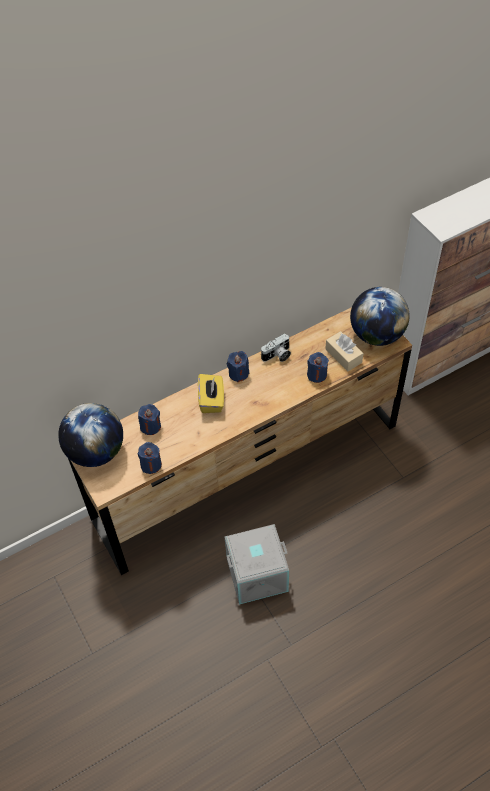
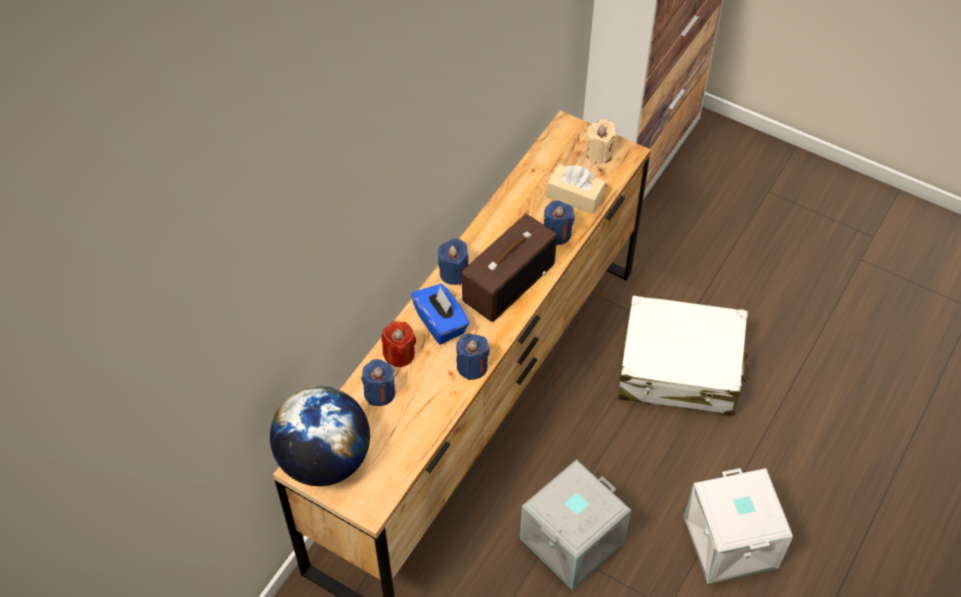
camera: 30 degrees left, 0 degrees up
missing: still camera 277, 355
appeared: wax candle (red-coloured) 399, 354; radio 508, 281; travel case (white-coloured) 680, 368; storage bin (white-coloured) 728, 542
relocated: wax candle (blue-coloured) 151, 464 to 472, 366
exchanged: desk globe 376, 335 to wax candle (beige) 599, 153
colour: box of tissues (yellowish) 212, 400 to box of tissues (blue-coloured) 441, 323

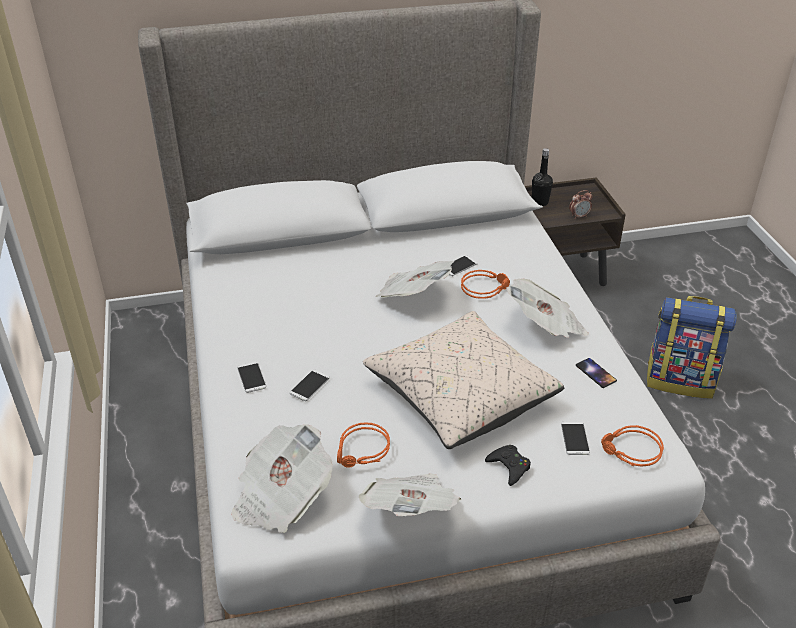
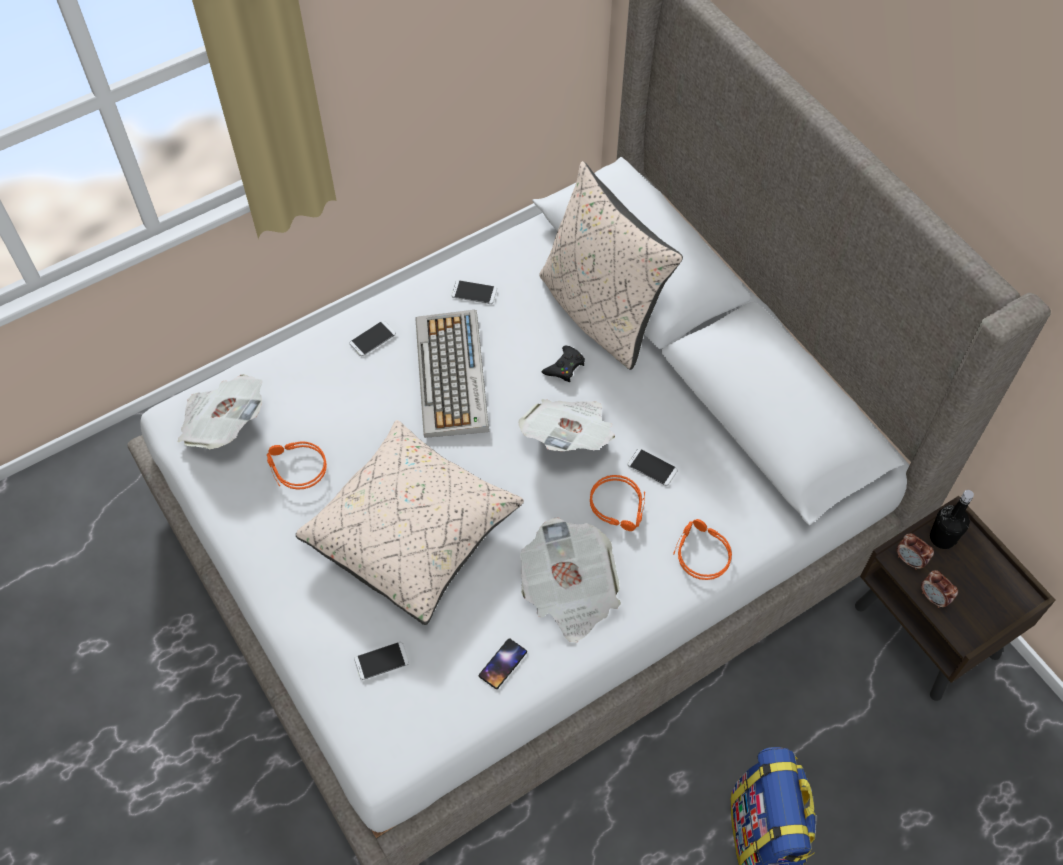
camera: 70 degrees right, 20 degrees up
missing: newspaper 411, 511
appeared: PC keyboard 452, 376; pillow (beige) 600, 312; table clock 909, 560
relocated: handset 310, 386 to 474, 292; joypad (black) 509, 467 to 564, 367; pair of headphones (orange-coloured) 631, 451 to 700, 552

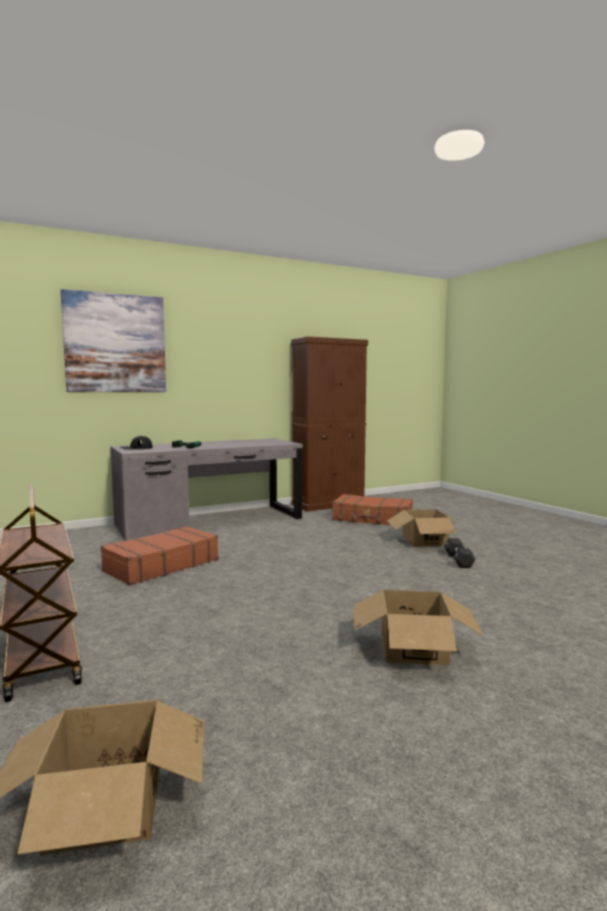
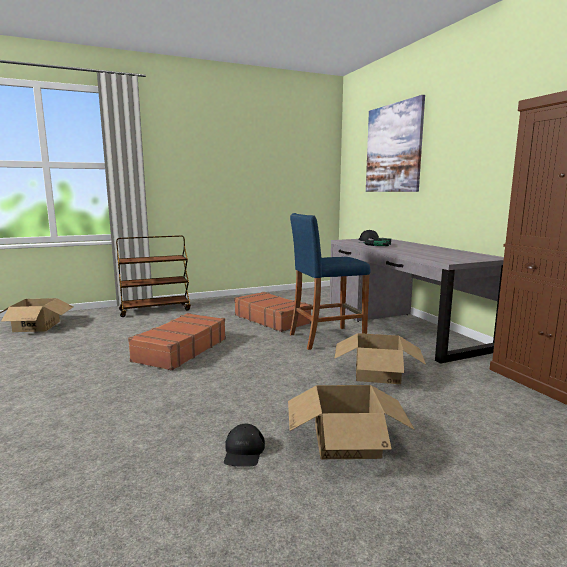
camera: 95 degrees right, 5 degrees up
appeared: stool (blue-coloured) 327, 338
relocated: travel case (brownish) 372, 519 to 180, 350; carton 413, 648 to 377, 373
exchanged: dumbbell (black) 458, 560 to peaked cap (black) 243, 452

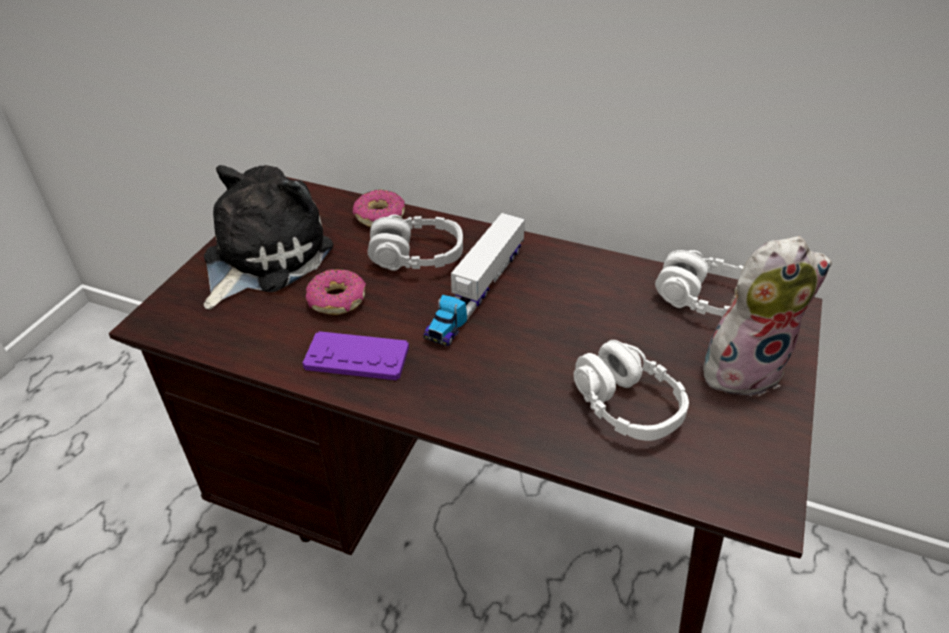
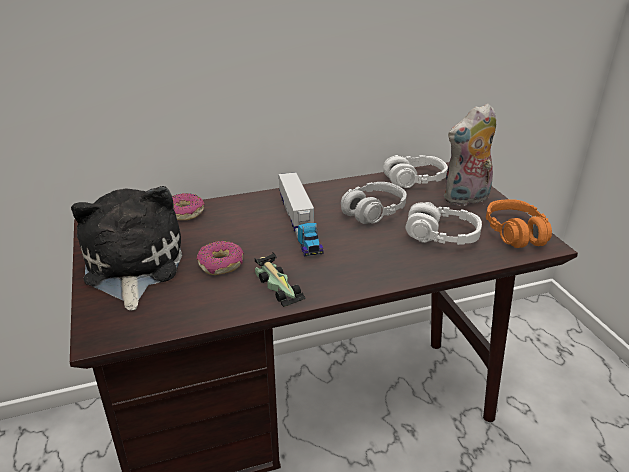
camera: 40 degrees left, 10 degrees down
appeared: pair of headphones (orange-coloured) 515, 233
relocated: pair of headphones (gray) 416, 256 to 373, 212
exchanged: joypad (purple-coloured) 357, 357 to toy car 277, 284
spun: soft toy 742, 368 = 466, 199 150 degrees counterclockwise

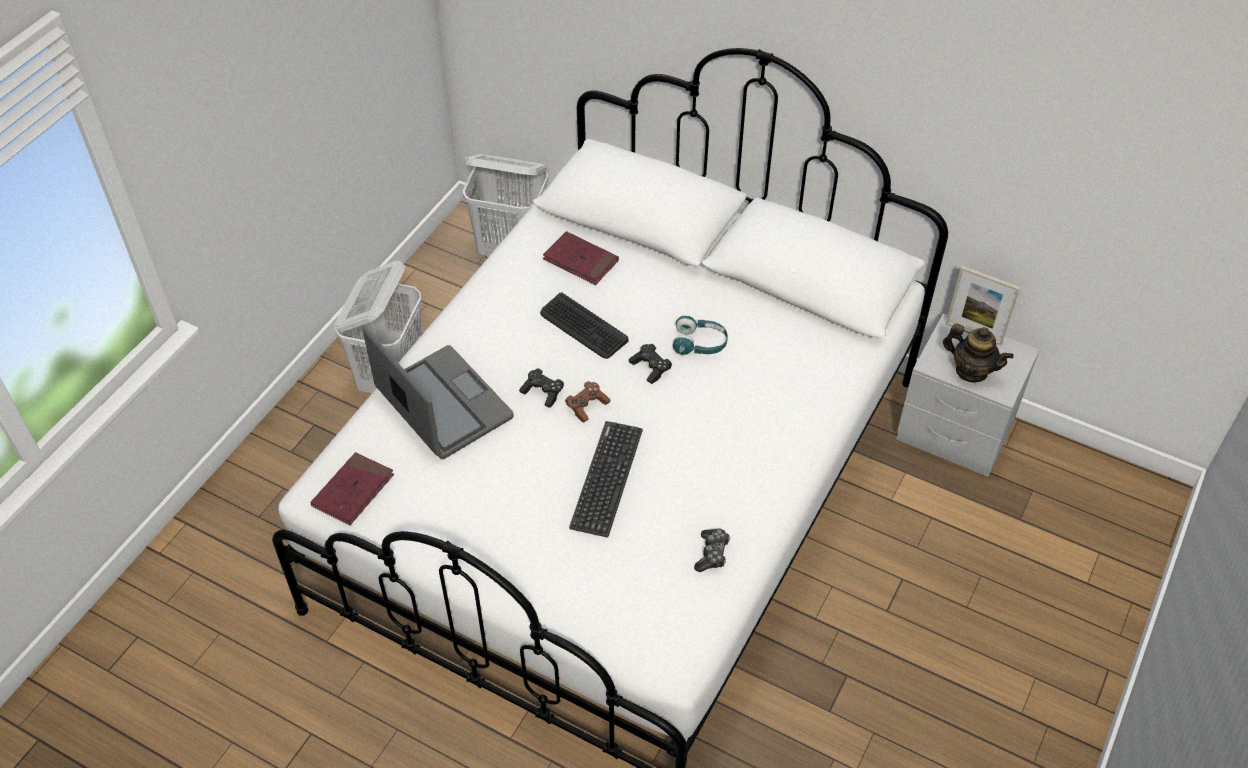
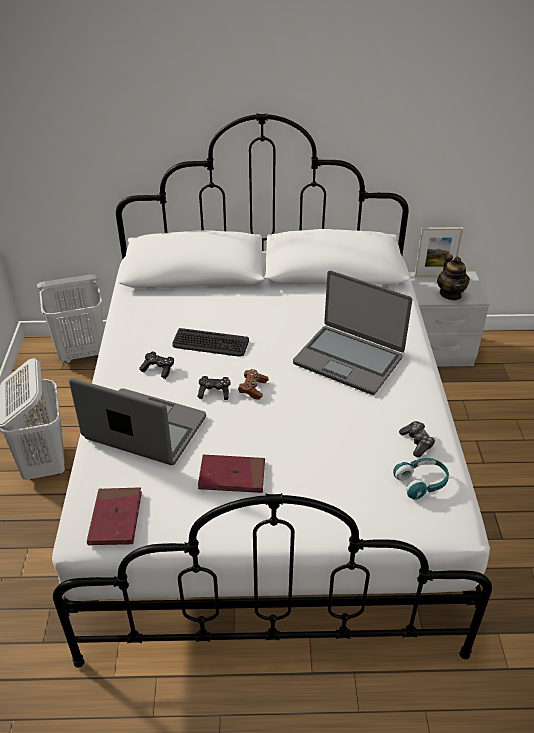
camera: 30 degrees left, 10 degrees down
missing: PC keyboard 606, 478
appeared: portable computer 348, 359
relocated: joypad (black) 650, 368 to 158, 369; volume (red-coloured) 580, 261 to 232, 476; pair of headphones (blue-green) 700, 344 to 421, 483
spun: pot for tea 971, 371 = 450, 294 75 degrees clockwise

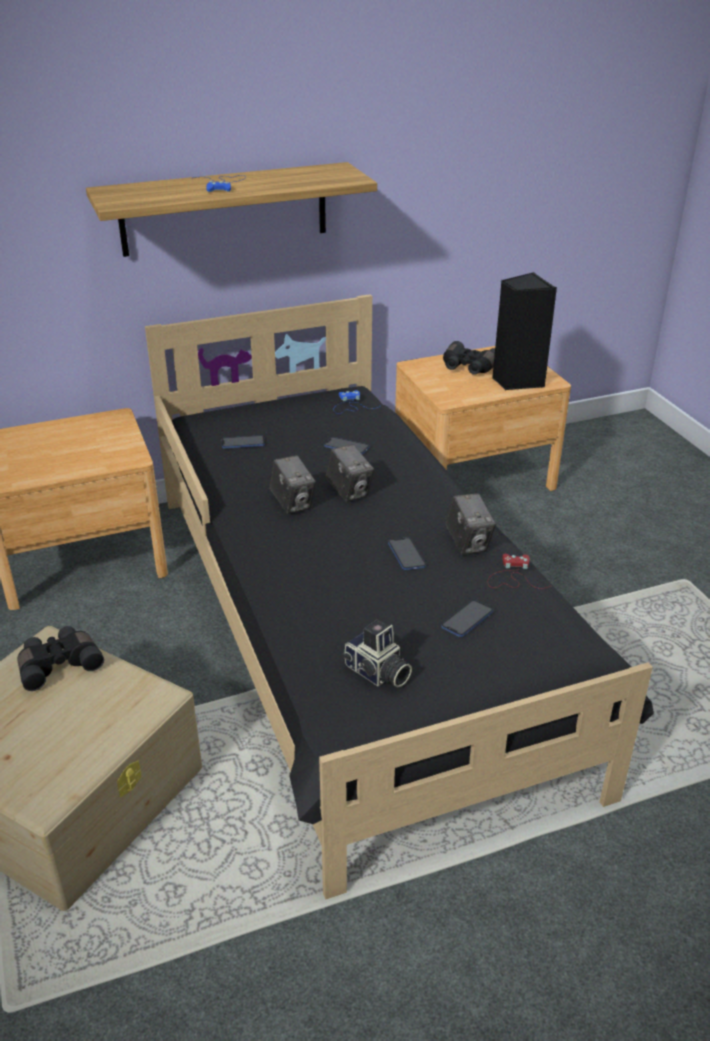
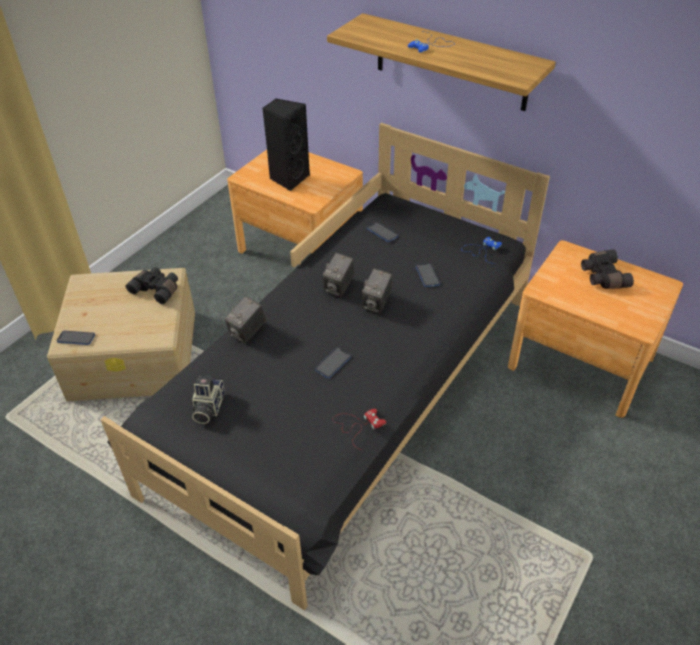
camera: 55 degrees right, 10 degrees up
relocated: handset 467, 619 to 76, 338; still camera 468, 543 to 247, 332; speaker (black) 516, 381 to 288, 178

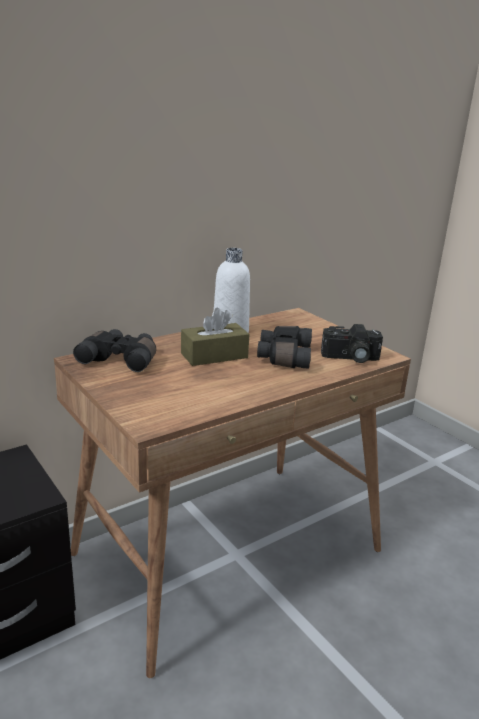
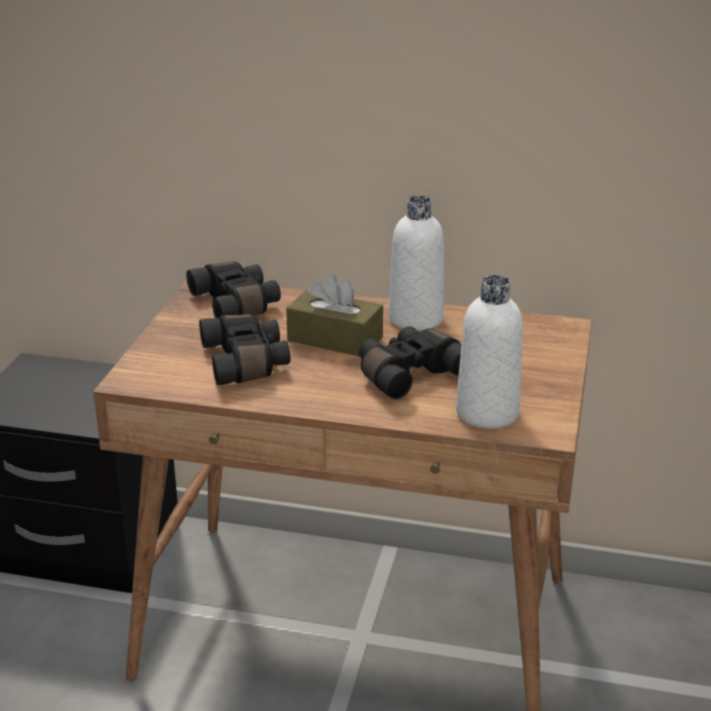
camera: 50 degrees right, 5 degrees up
appeared: pair of binoculars (black) 247, 362
exchanged: still camera 350, 358 to bottle (white-coloured) 487, 413

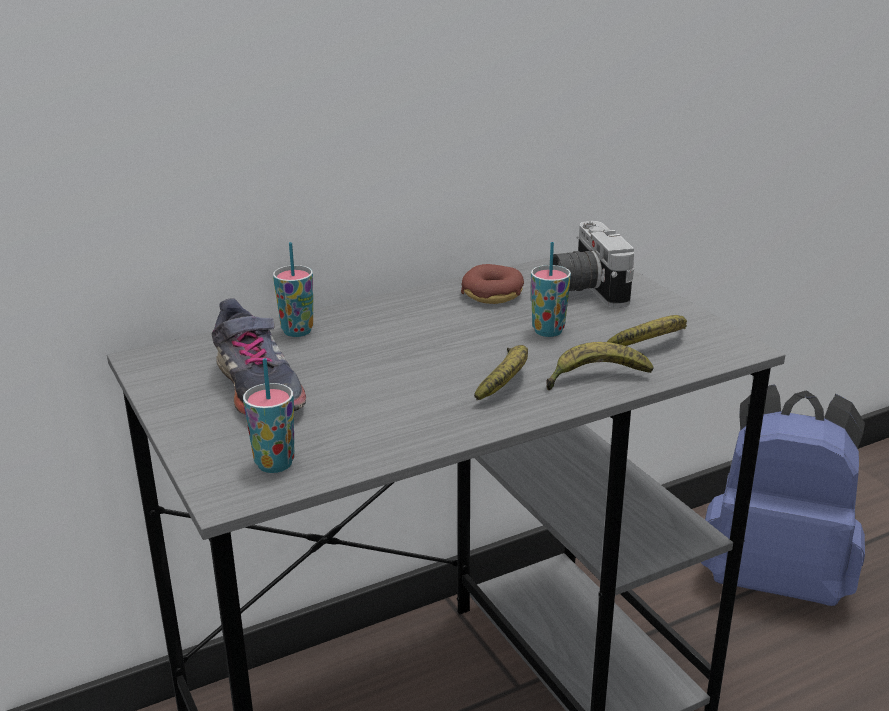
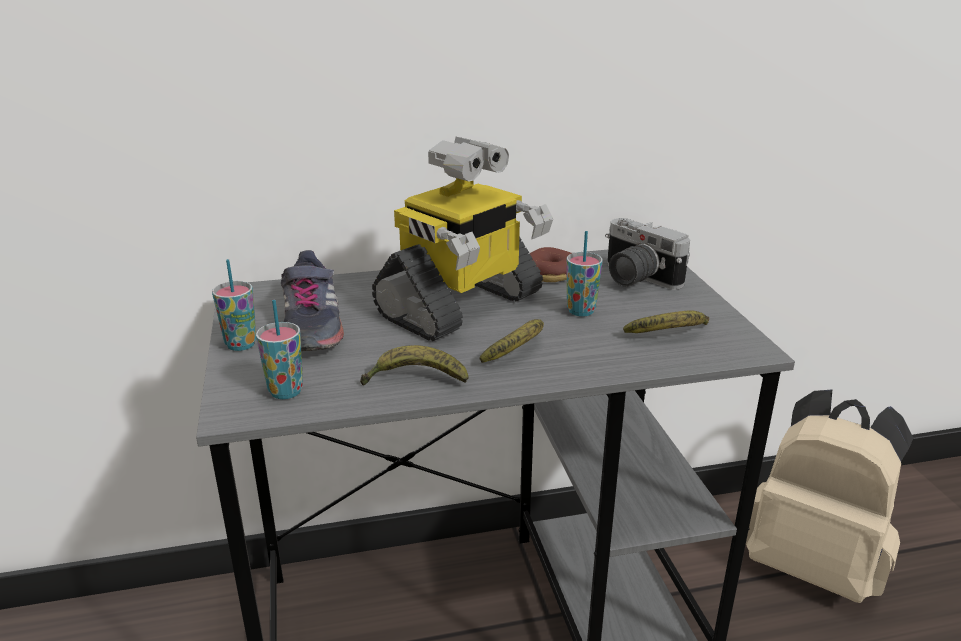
camera: 15 degrees right, 0 degrees up
appeared: robot figure 461, 306
relocated: cup 297, 331 to 241, 344; banana fruit 595, 378 to 415, 380
colour: backpack (blue-coloured) 774, 577 to backpack (beige) 812, 565
spun: still camera 584, 289 = 634, 279 45 degrees counterclockwise

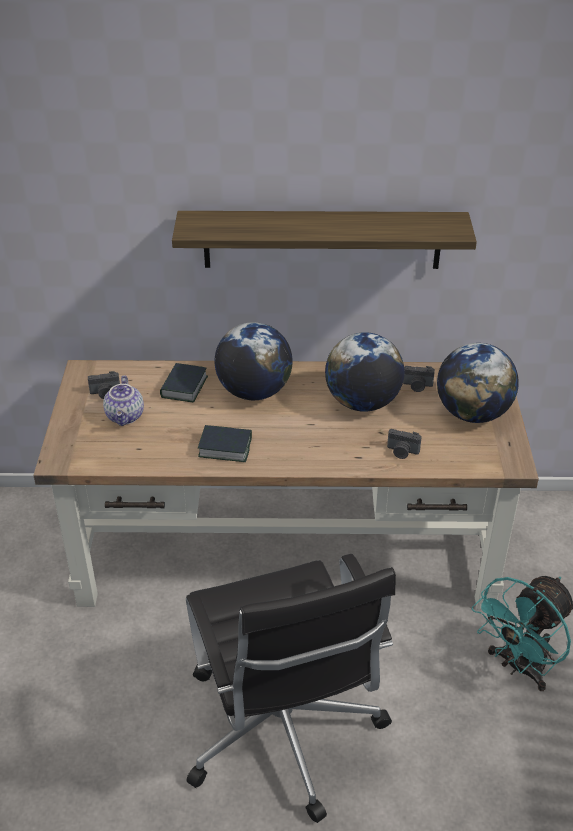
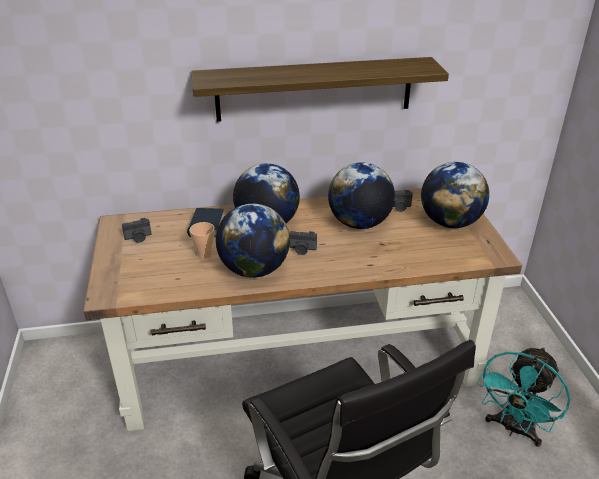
camera: 10 degrees left, 5 degrees down
missing: pot for tea 126, 416
appeared: cup 204, 254
relocated: still camera 402, 452 to 302, 250
exchanged: volume 225, 447 to desk globe 254, 269

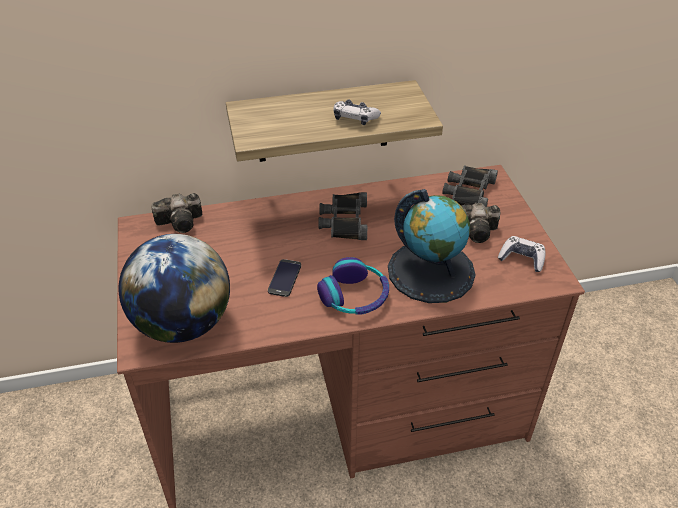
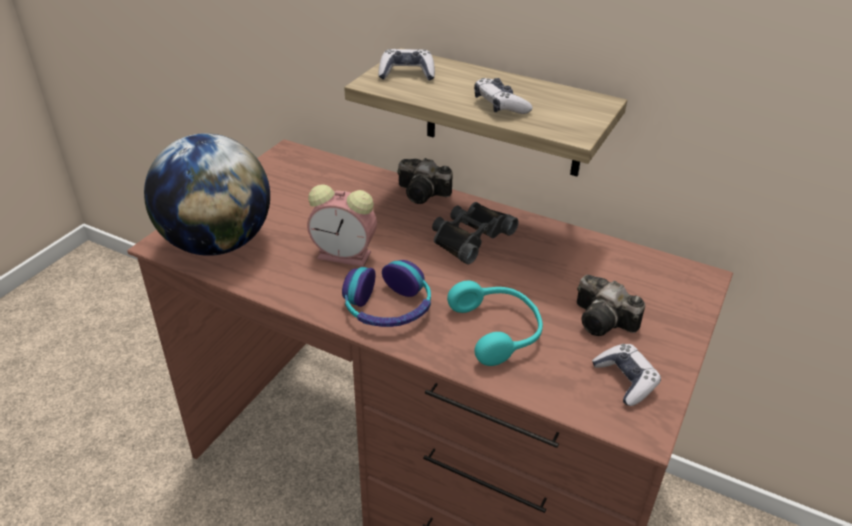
camera: 40 degrees right, 5 degrees down
missing: pair of binoculars (black) 468, 192
appeared: joypad 407, 73
relocated: still camera 182, 222 to 424, 194
exchanged: handset 284, 278 to table clock 346, 255; desk globe 431, 271 to pair of headphones (blue-green) 498, 330

